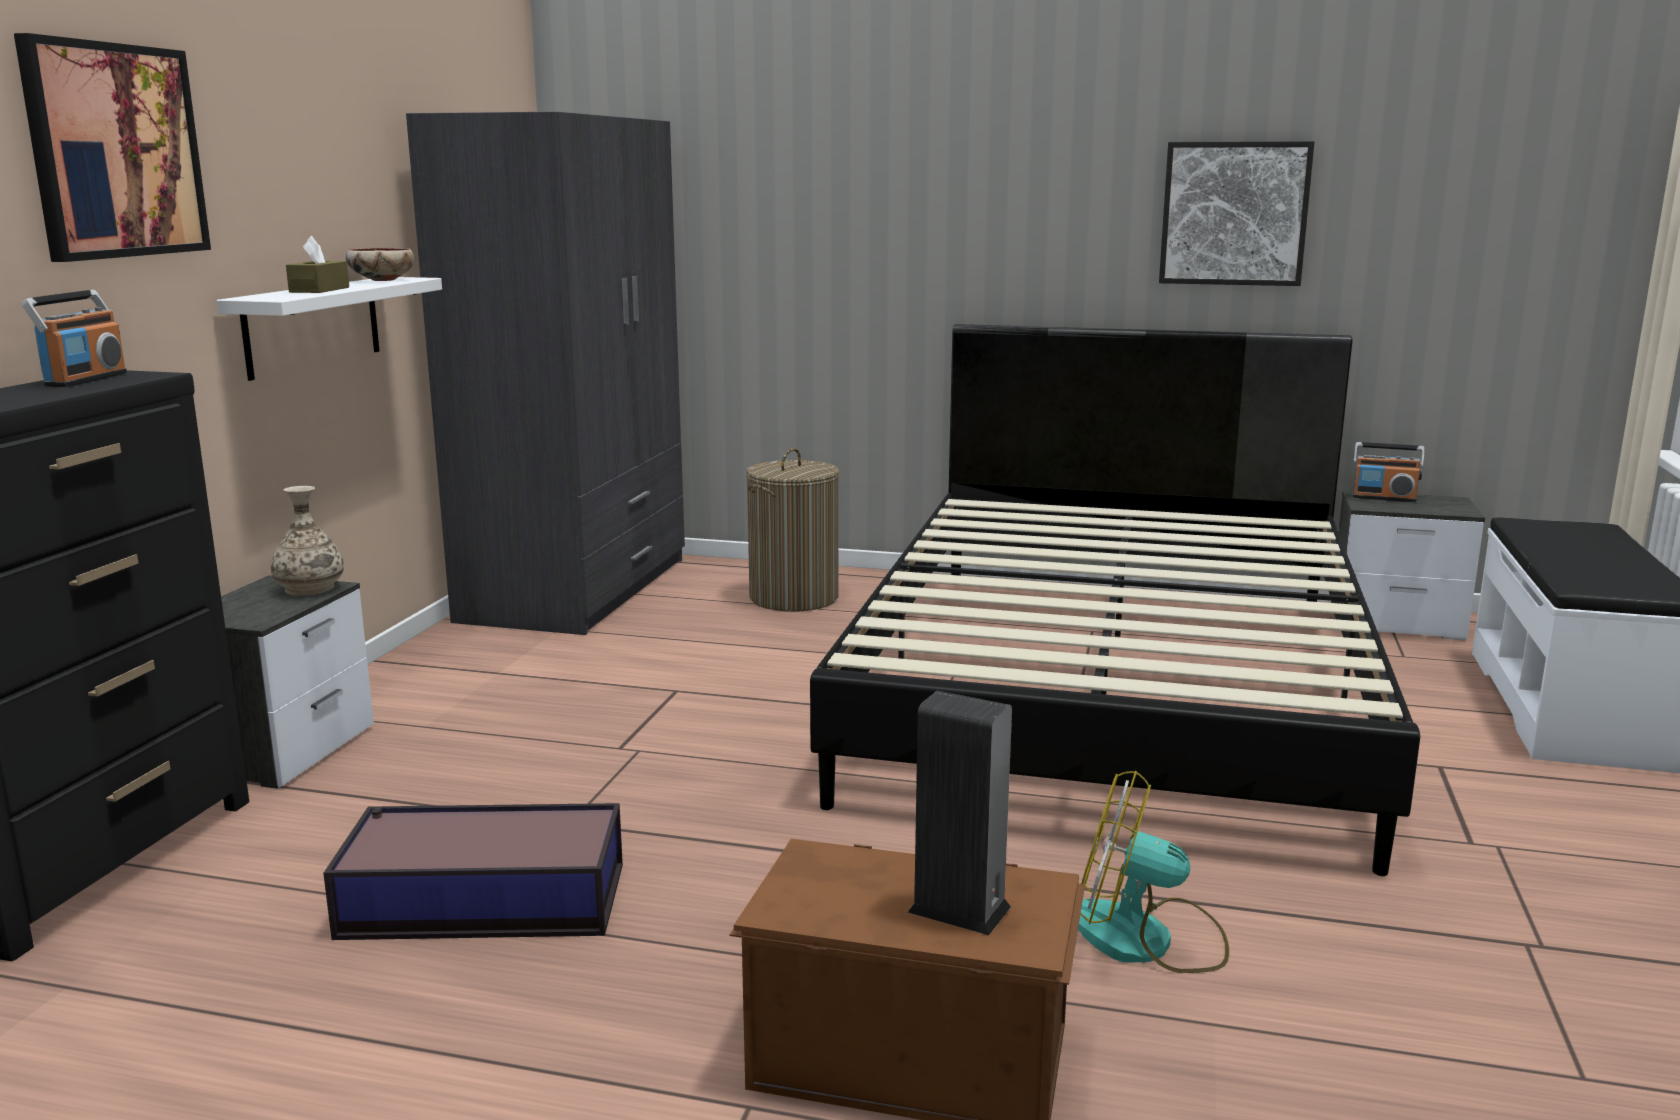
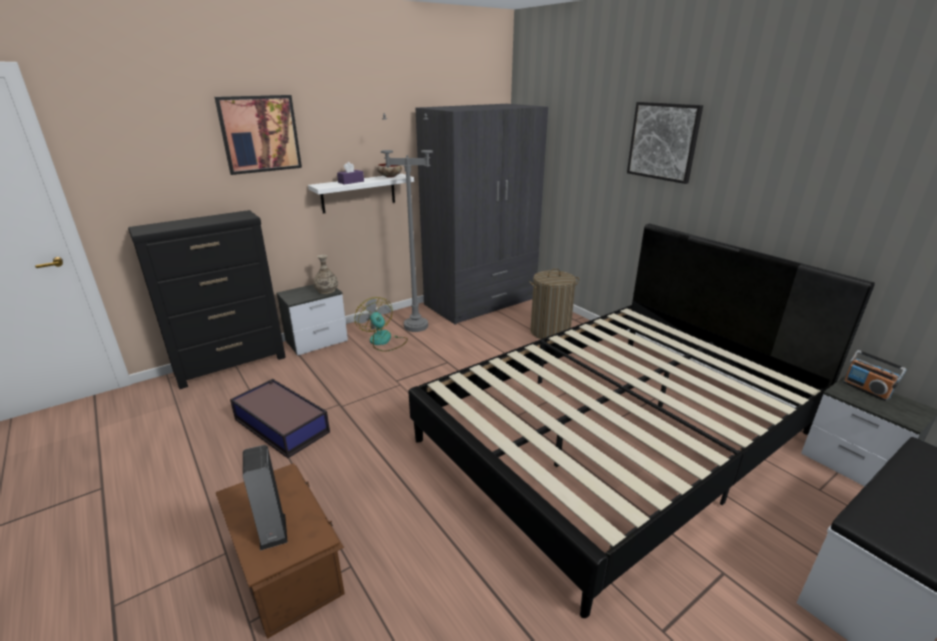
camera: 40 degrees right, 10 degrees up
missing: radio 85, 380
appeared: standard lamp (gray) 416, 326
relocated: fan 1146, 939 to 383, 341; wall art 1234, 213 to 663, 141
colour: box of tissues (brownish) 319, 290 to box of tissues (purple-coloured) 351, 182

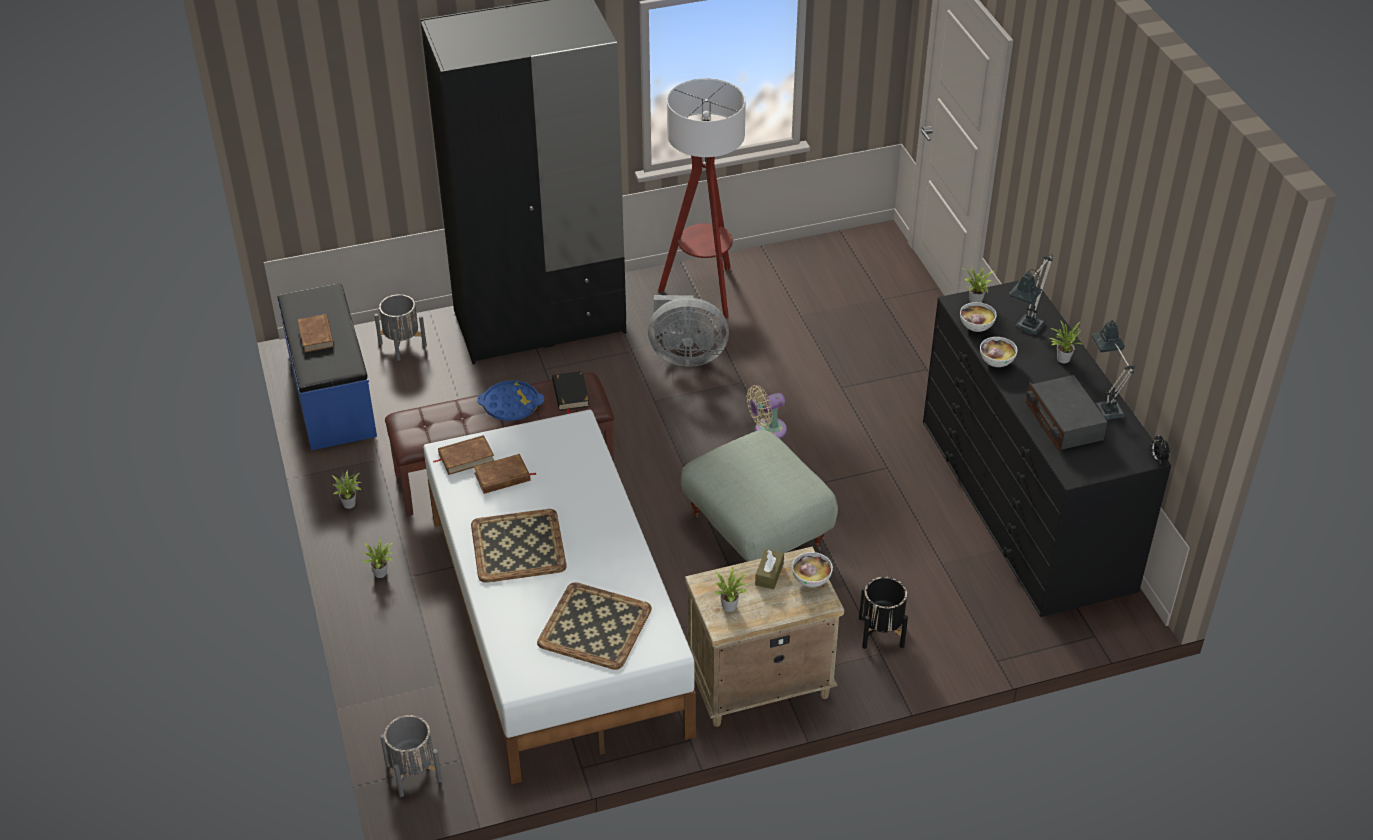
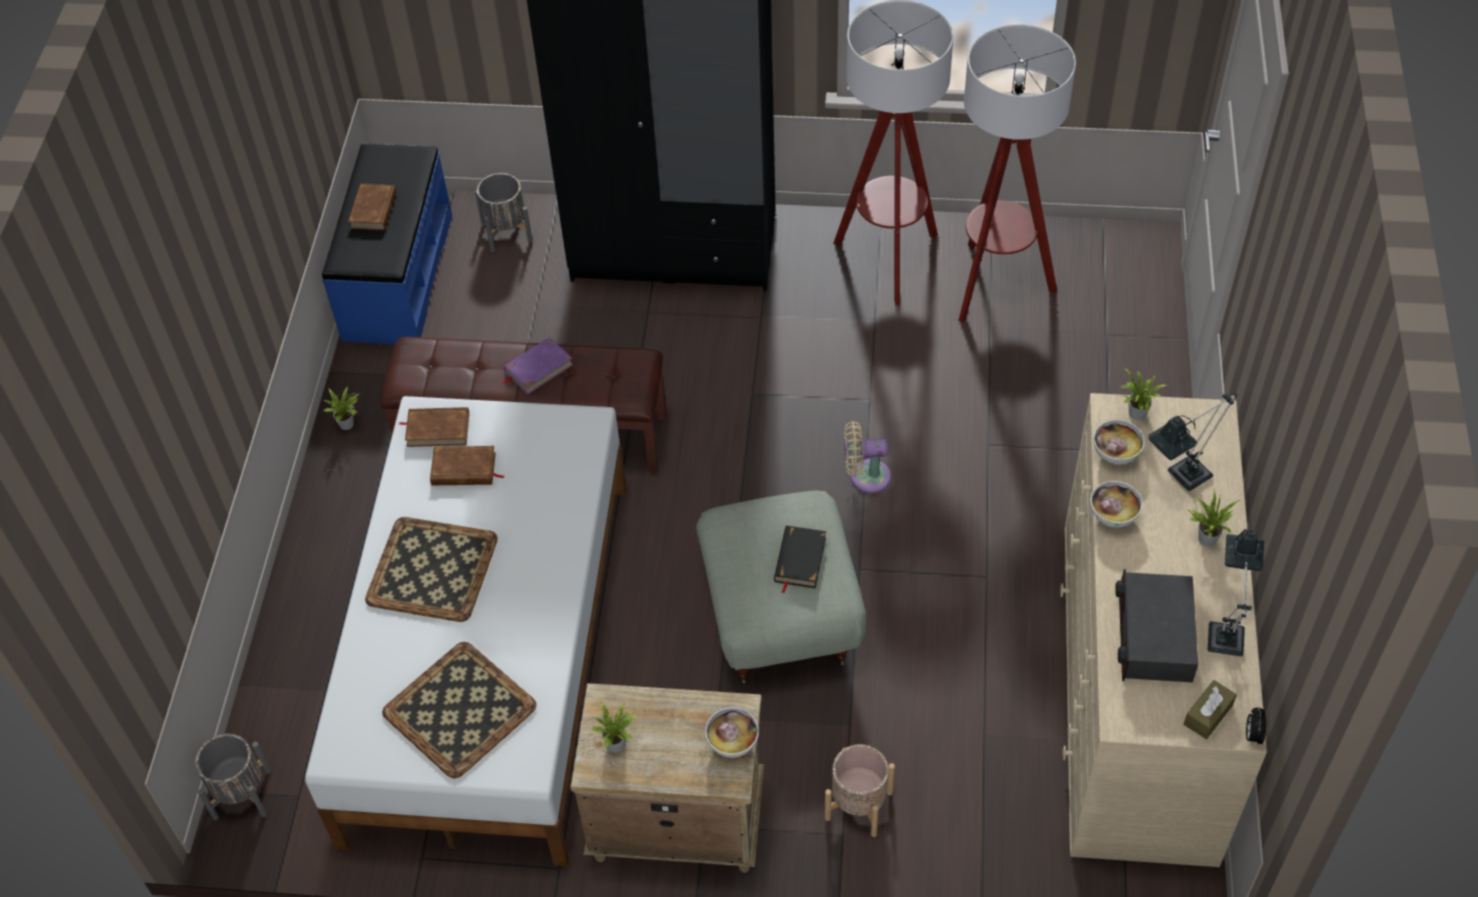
camera: 25 degrees right, 10 degrees up
missing: potted plant 382, 572; fan (gray) 685, 356
appeared: standard lamp 995, 285
relocated: volume (black) 570, 394 to 799, 560; box of tissues (brownish) 769, 574 to 1208, 714
exchanged: serving tray (blue-coloured) 511, 405 to volume (purple-coloured) 538, 368
colour: planter (black) 881, 632 to planter (beige) 859, 805; drawer chest (black) 1025, 503 to drawer chest (beige) 1136, 686

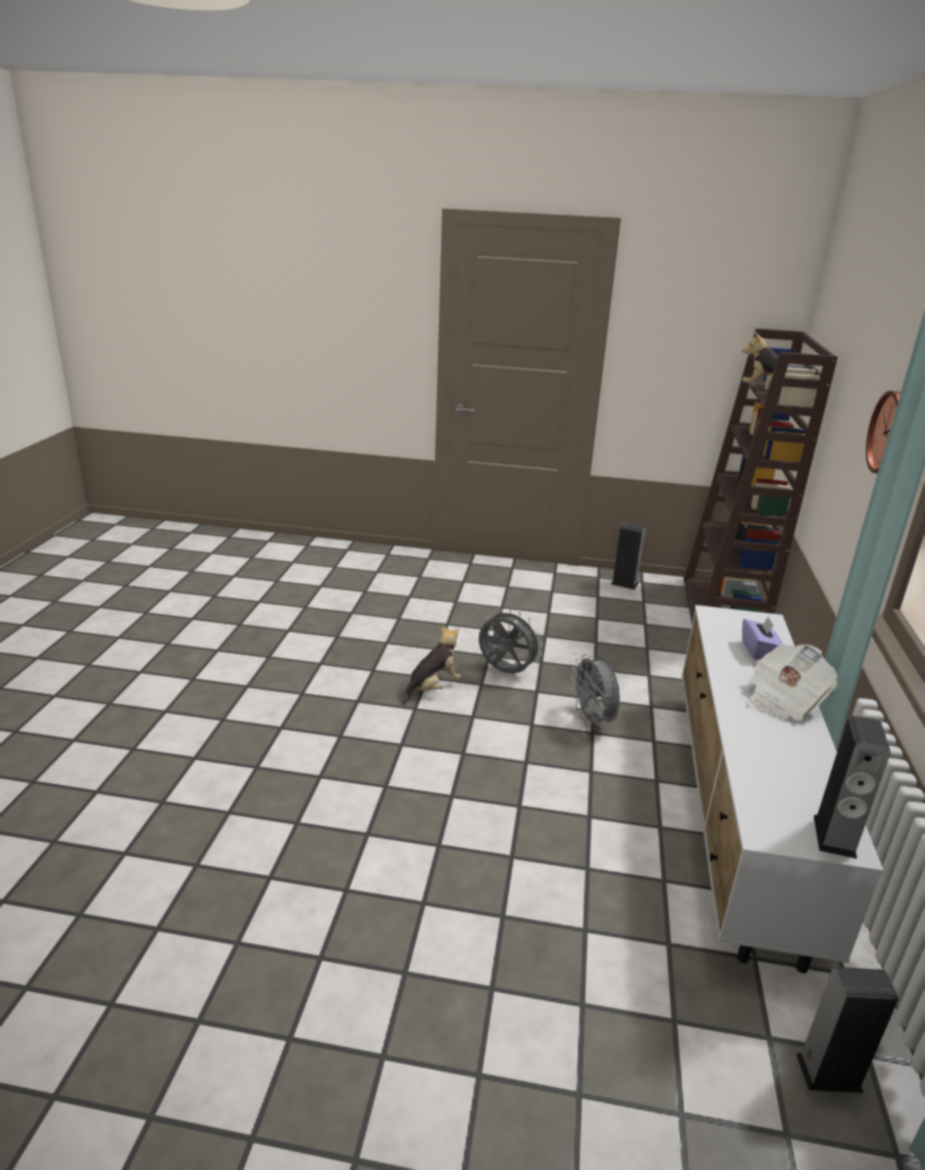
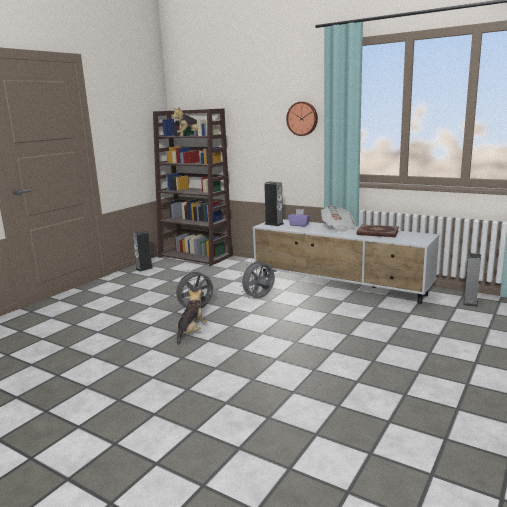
camera: 65 degrees left, 10 degrees down
appeared: volume 377, 233
relocated: speaker 834, 836 to 274, 224
spun: soft toy 432, 687 = 191, 332 45 degrees clockwise; fan (gray) 593, 721 = 259, 298 135 degrees clockwise

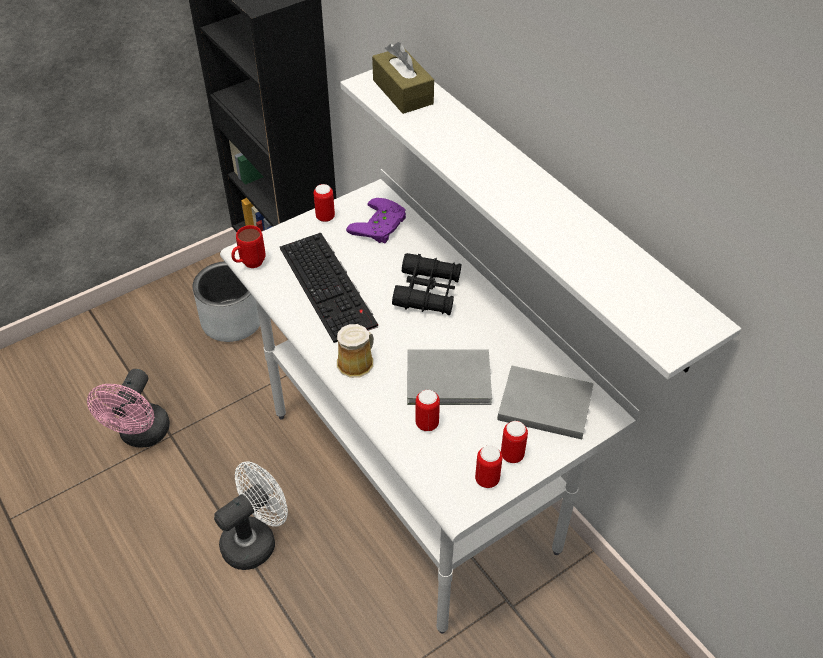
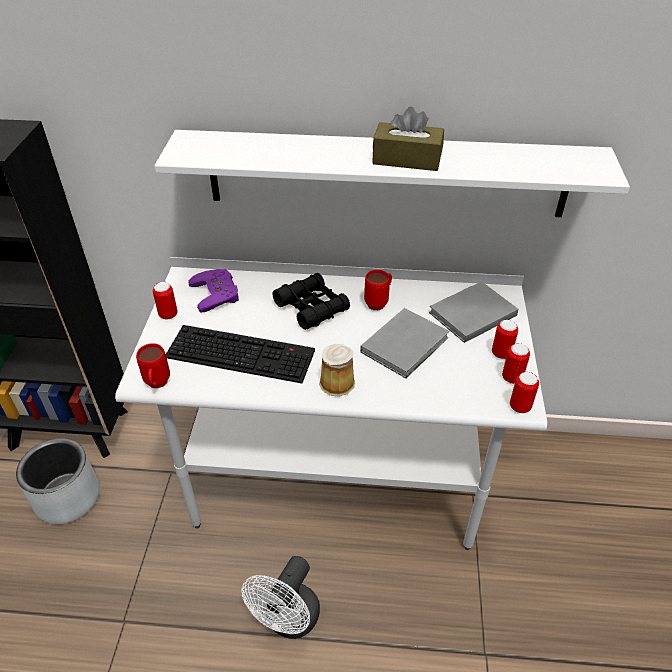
camera: 50 degrees left, 5 degrees down
missing: fan (pinkish) 141, 435
appeared: mug (red-coloured) 379, 302
relocated: box of tissues (brownish) 403, 92 to 407, 159; can 427, 424 to 520, 406
spun: fan (white-coloured) 255, 539 = 288, 621 150 degrees counterclockwise

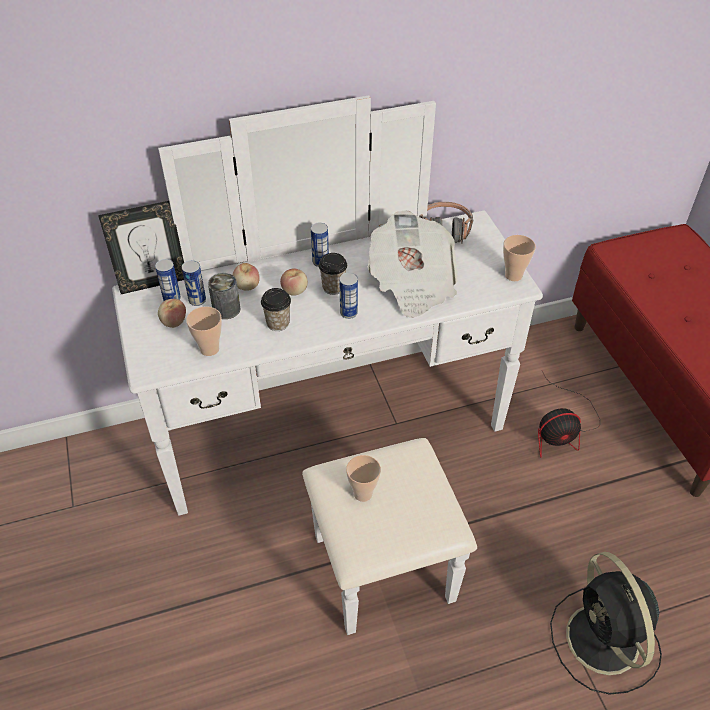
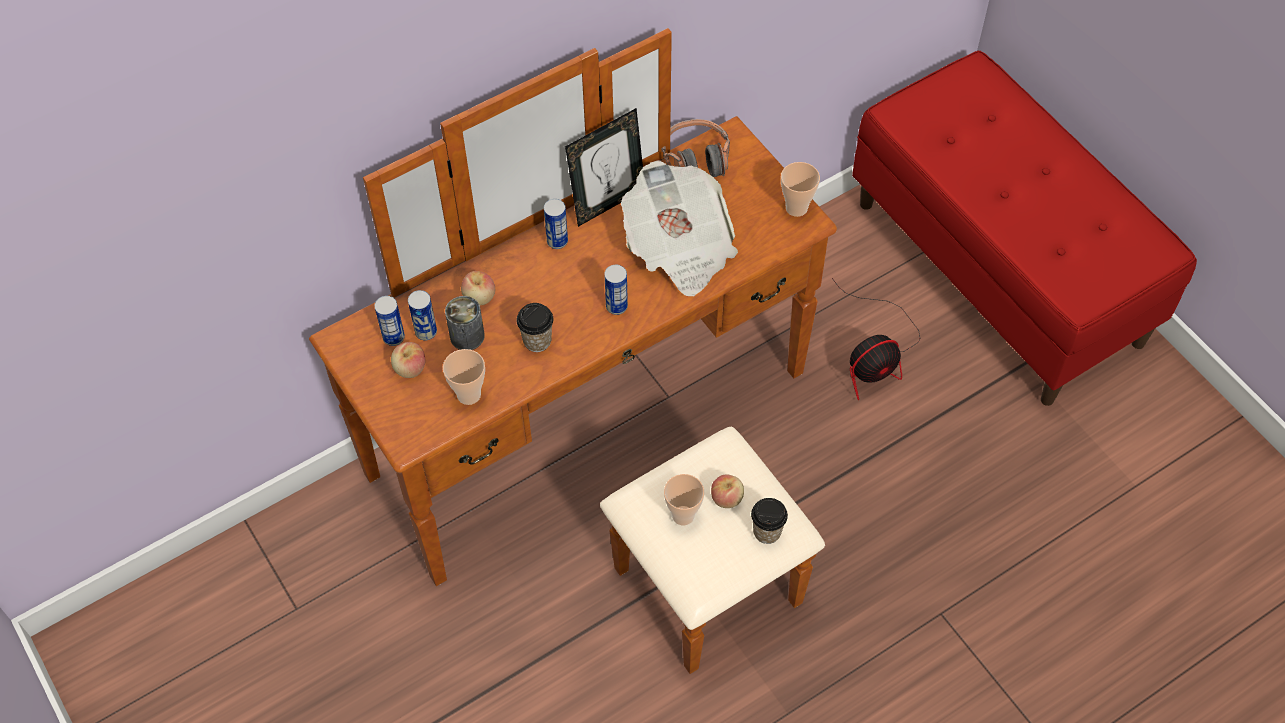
camera: 15 degrees left, 10 degrees up
missing: fan (black) 604, 642
relocated: standing frame 153, 283 to 608, 203; whole apple 295, 290 to 727, 498; cup 333, 287 to 767, 532
colour: drawer chest (white-coloured) 343, 456 to drawer chest (brownish) 616, 458

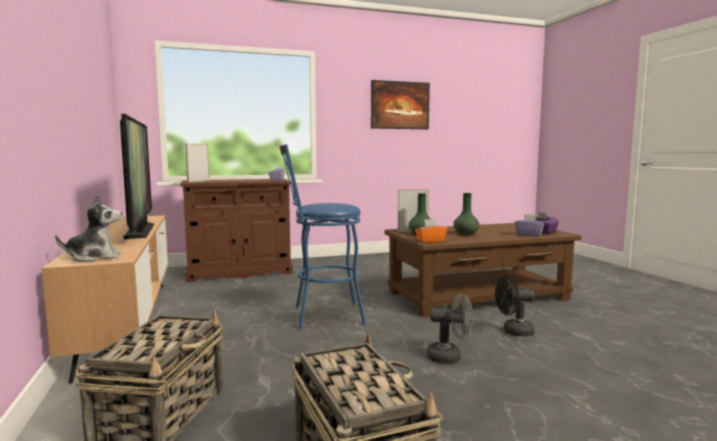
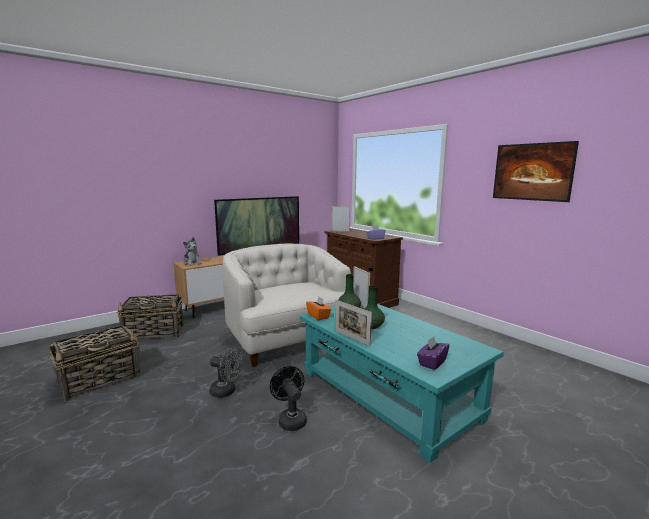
camera: 70 degrees right, 5 degrees up
missing: box of tissues (purple-coloured) 528, 235
appeared: standing frame 352, 338
exchanged: stool (blue-coloured) 321, 315 to lounge chair (white-coloured) 288, 338
colour: low table (brownish) 477, 295 to low table (blue-green) 387, 394
spun: fan (gray) 450, 357 = 226, 392 60 degrees counterclockwise

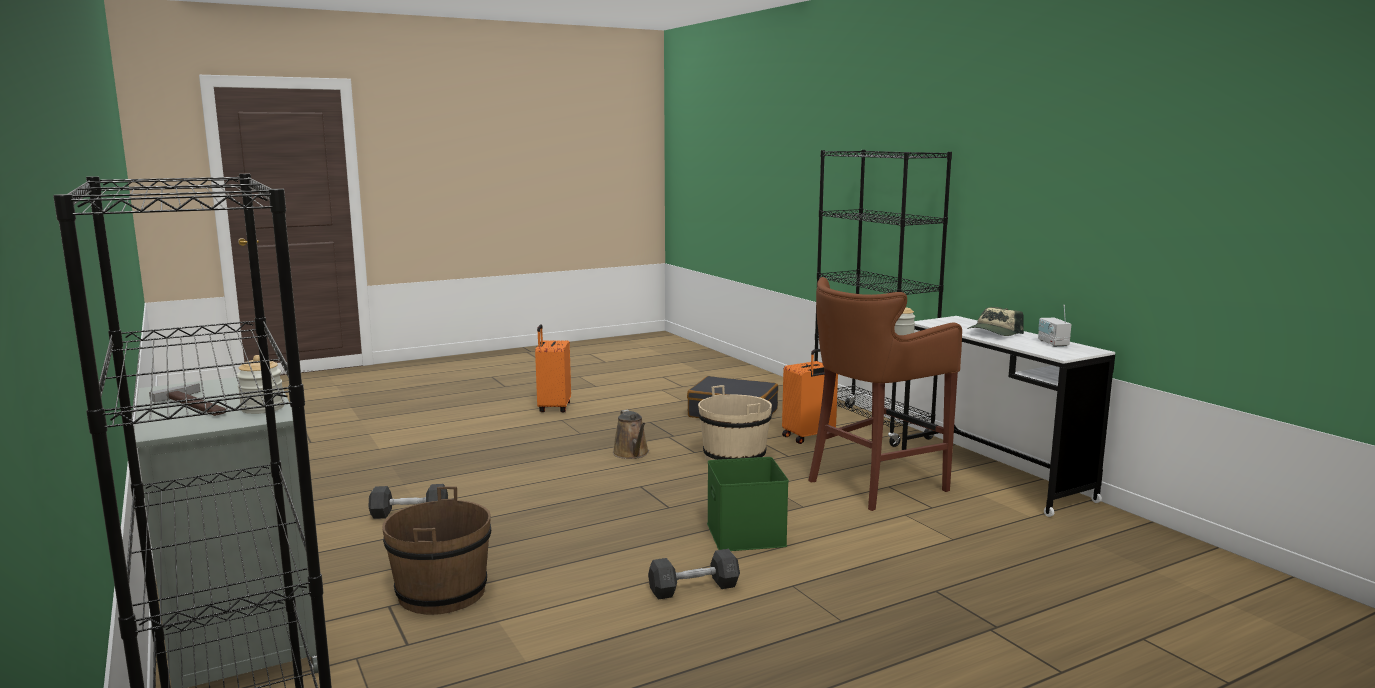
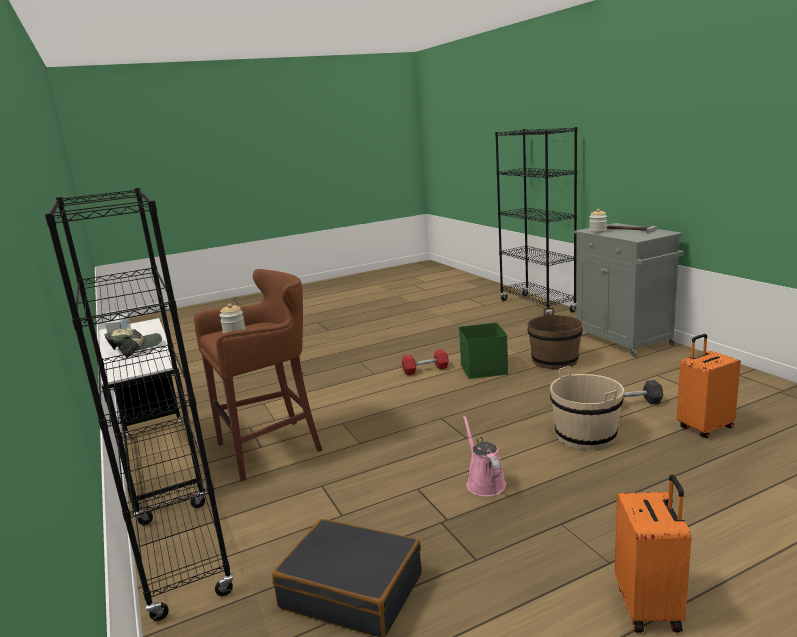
camera: 175 degrees left, 5 degrees up
relocated: storage bin (green) 747, 535 to 482, 368; bucket (beige) 734, 457 to 585, 435; travel case (orange-coloured) 808, 437 to 704, 427
colour: dumbbell (gray) 694, 588 to dumbbell (red-coloured) 425, 370; sprinkling can (brownish) 632, 454 to sprinkling can (pinkish) 484, 482

